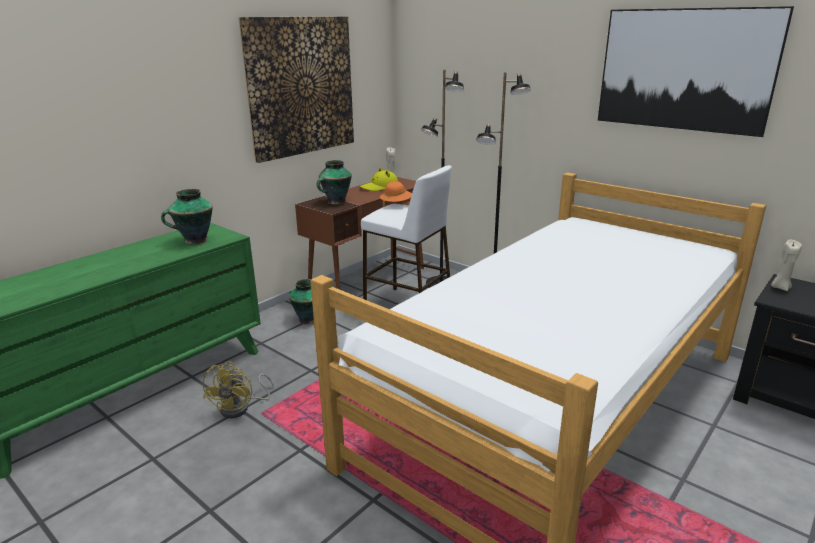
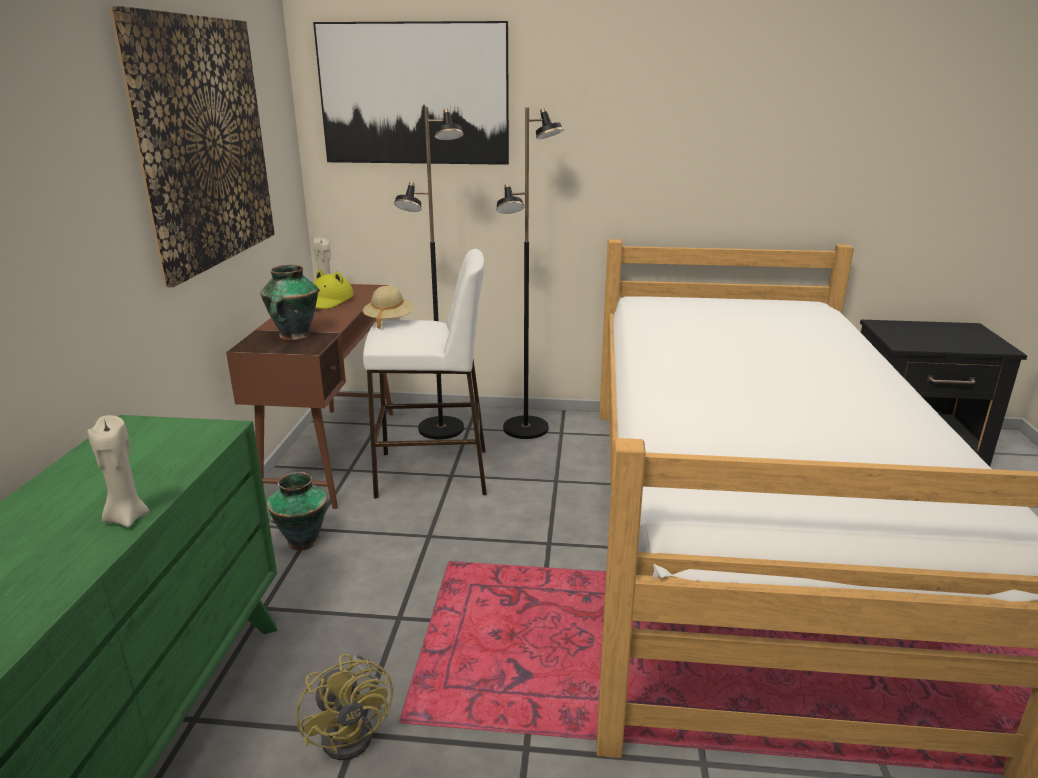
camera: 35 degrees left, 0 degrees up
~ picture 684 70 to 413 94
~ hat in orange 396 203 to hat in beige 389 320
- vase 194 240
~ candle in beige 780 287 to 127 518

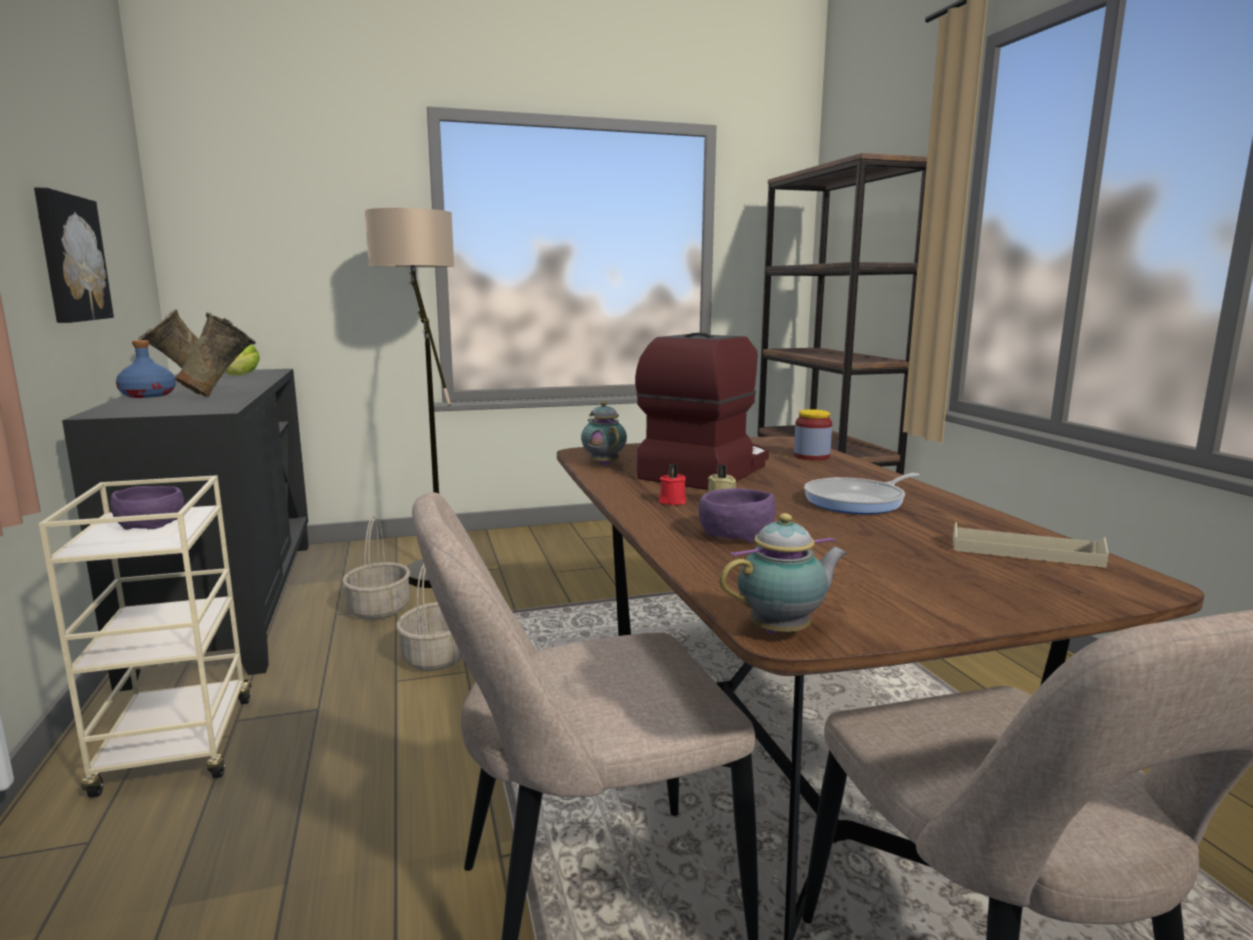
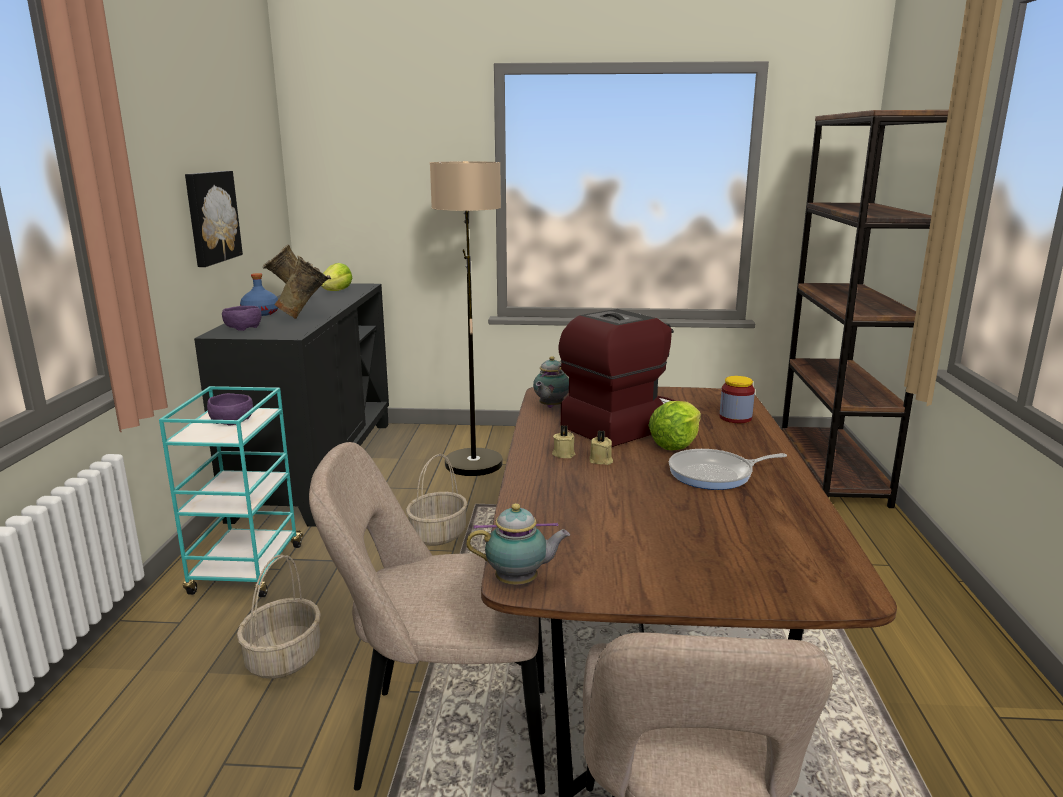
camera: 20 degrees right, 5 degrees up
~ teapot 603 464 = 550 407 150 degrees counterclockwise
~ candle in red 671 501 to candle in beige 563 454
~ cart in beige 177 747 to cart in turquoise 247 571
~ bowl in purple 734 535 to 242 327
~ basket 378 609 to 283 658
- tray in beige 1025 552
+ lettuce 675 444

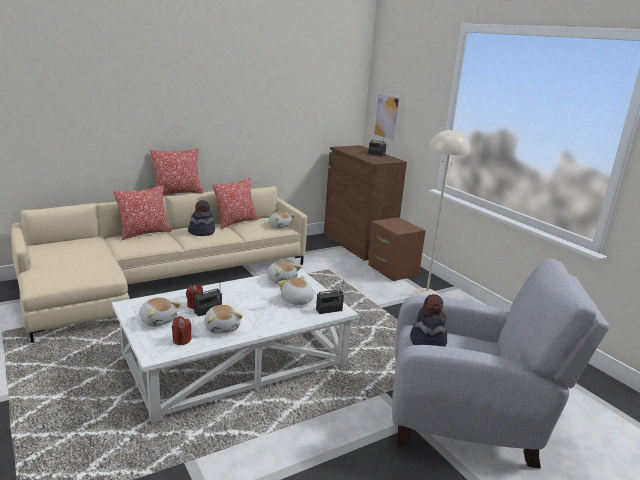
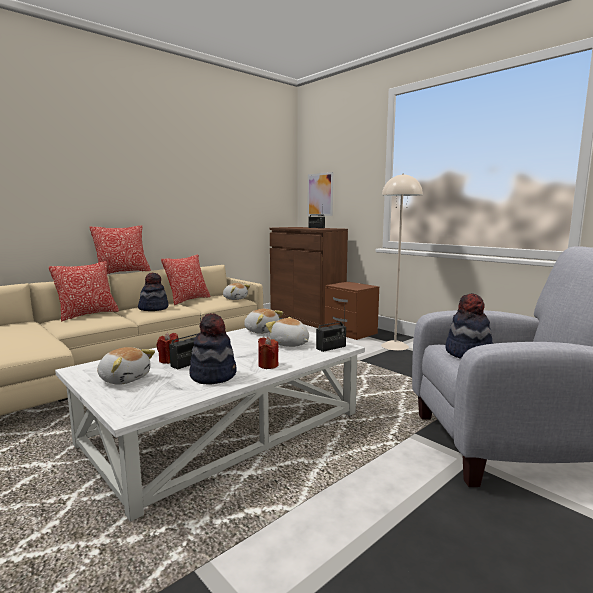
camera: 10 degrees left, 10 degrees down
~ plush toy 222 327 to hat 213 375
~ candle in red 181 340 to 268 365

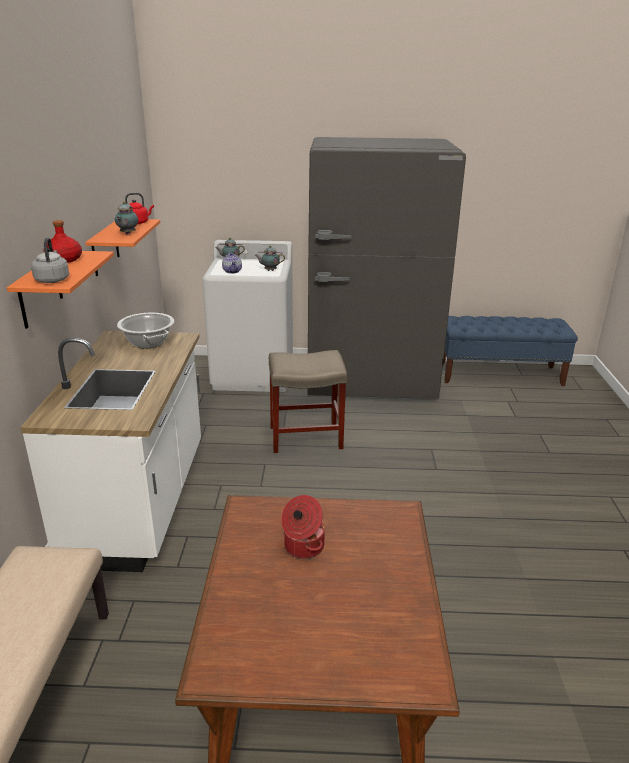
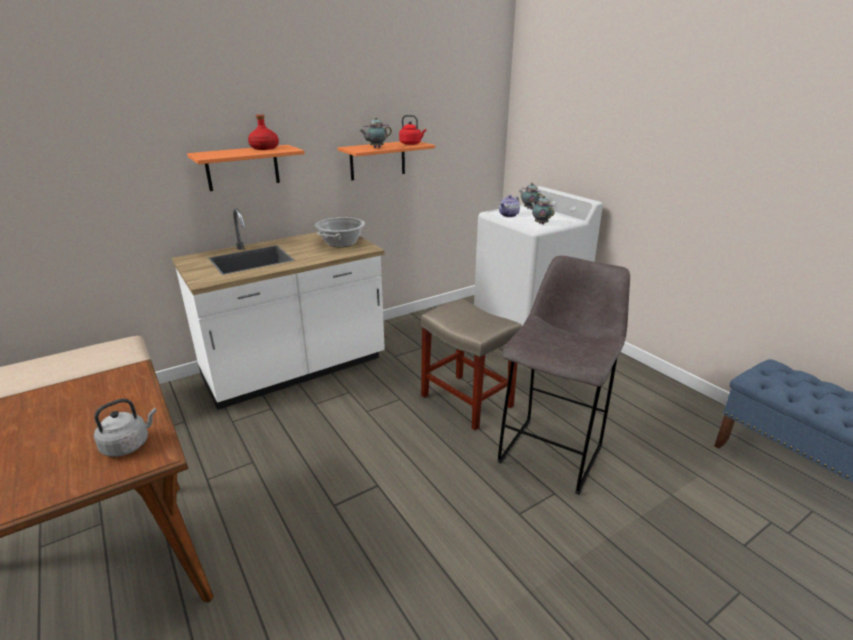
camera: 55 degrees right, 0 degrees up
- fridge in grey 370 381
~ kettle in grey 52 279 to 128 445
- cooking pot 303 546
+ stool in grey 552 452

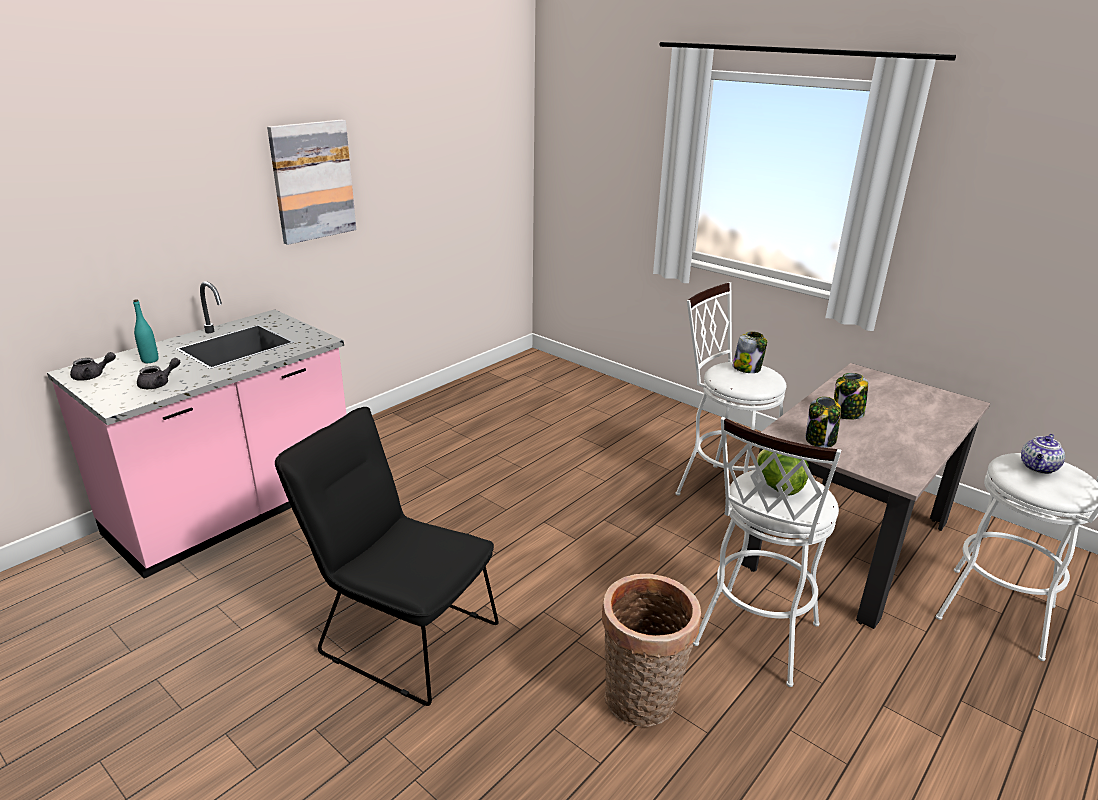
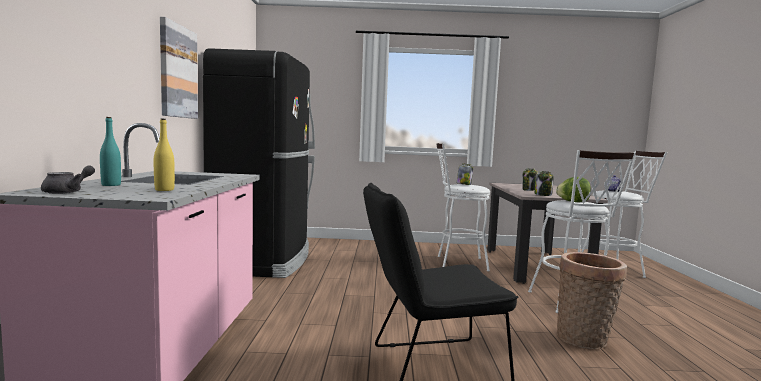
camera: 40 degrees left, 20 degrees down
~ teapot in grey 159 384 to bottle in yellow 164 190
+ fridge in black 265 260

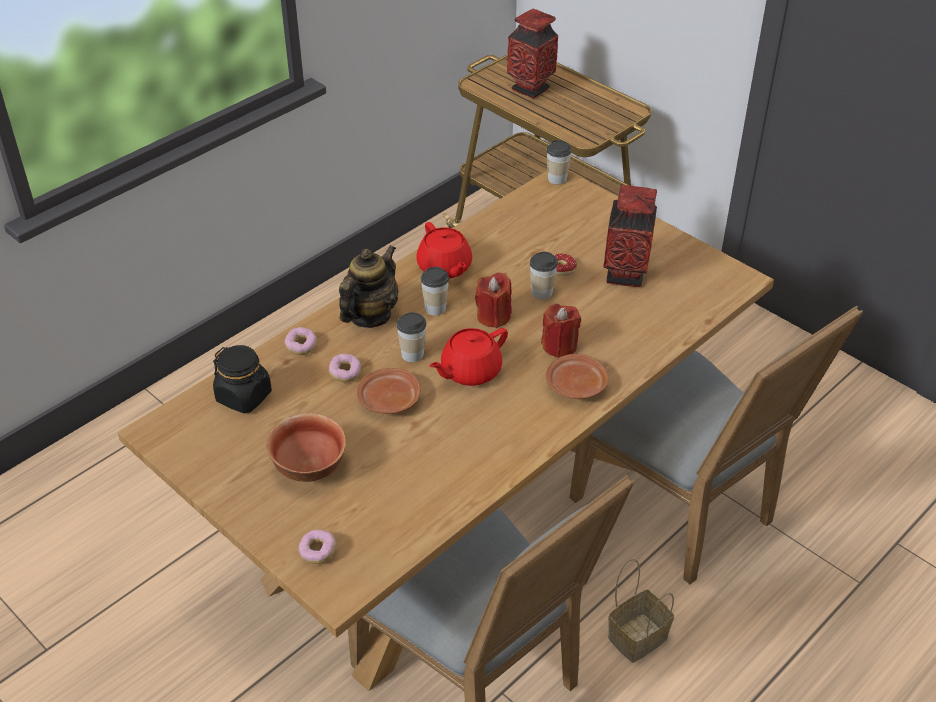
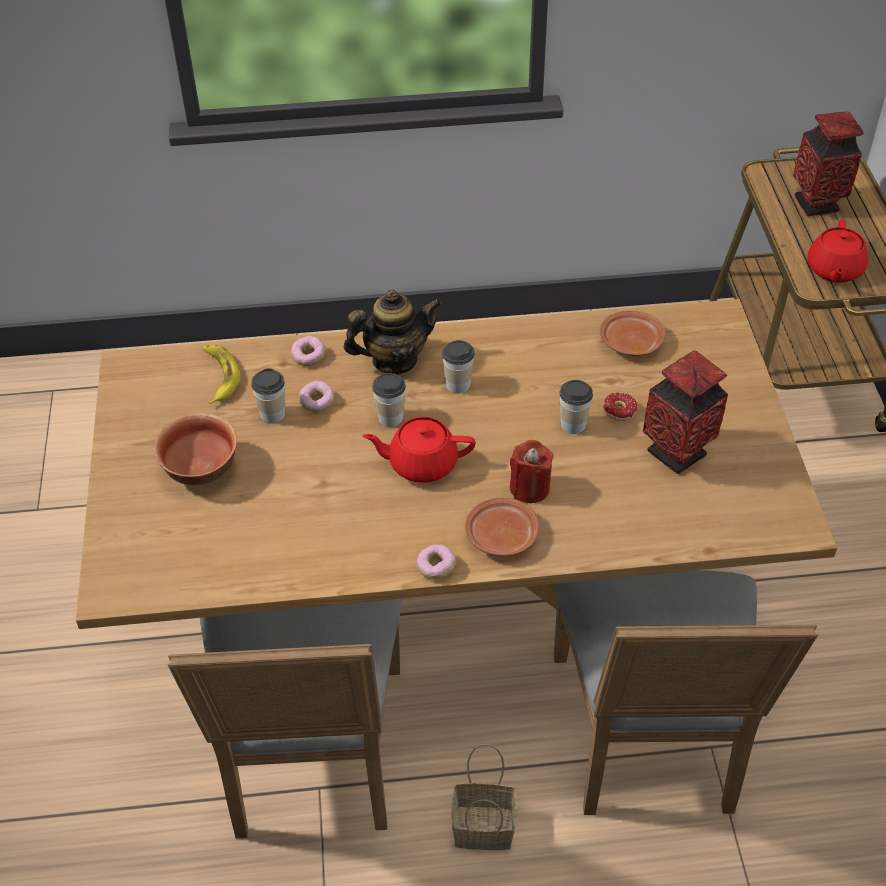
camera: 40 degrees right, 5 degrees up
~ cup 557 179 to 272 414
~ teapot in red 444 268 to 834 270
- candle in red 493 316
~ jar in black 244 396 to banana 219 376
~ plate in brown 389 400 to 630 342
~ donut 318 552 to 436 567

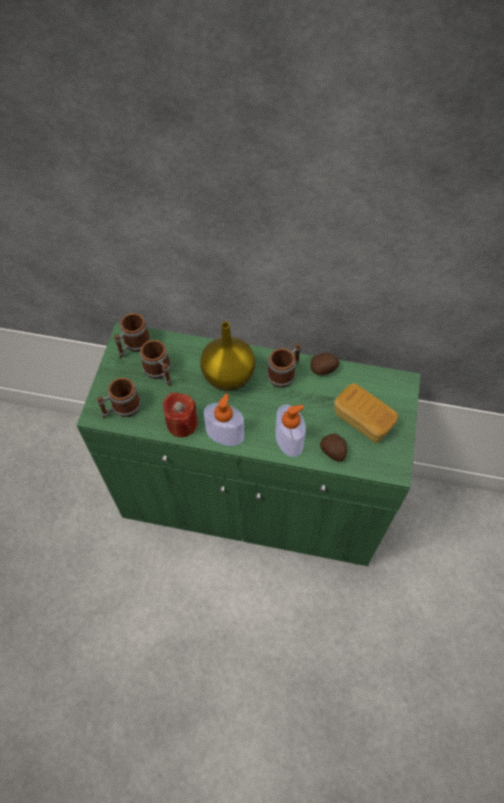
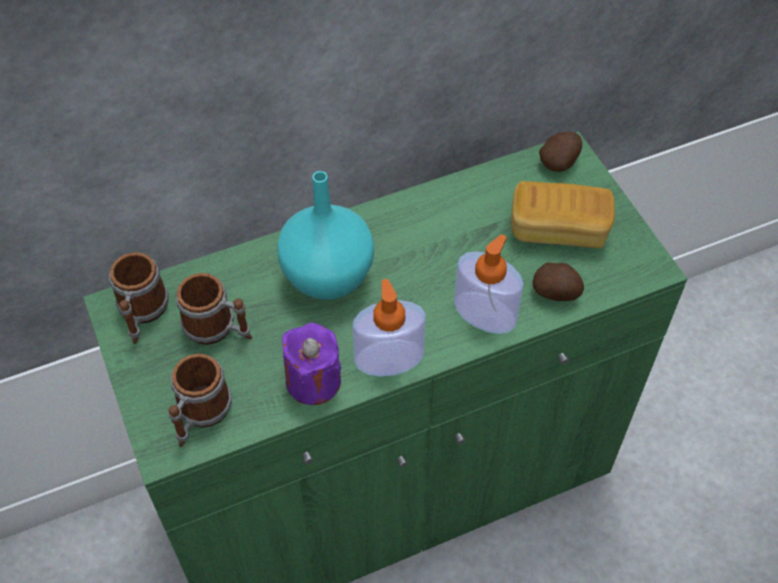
camera: 35 degrees left, 5 degrees down
~ vase in yellow 229 377 to vase in turquoise 329 276
- mug 284 373
~ potato 324 369 to 560 162
~ candle in red 182 424 to candle in purple 313 381

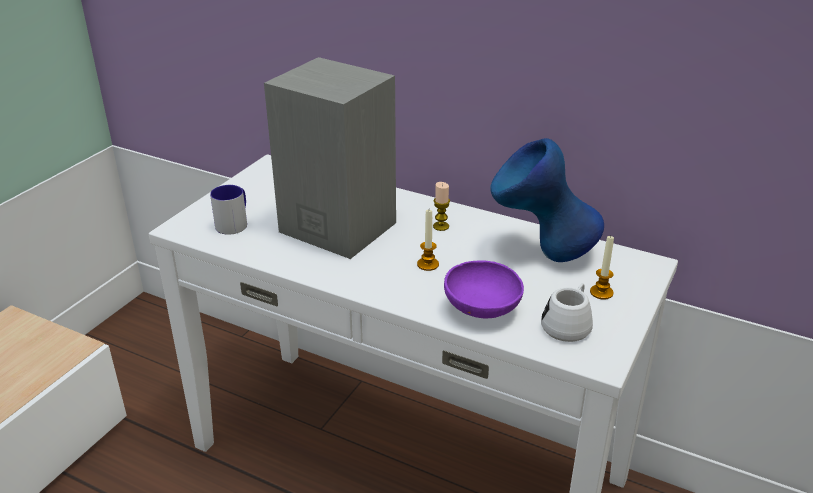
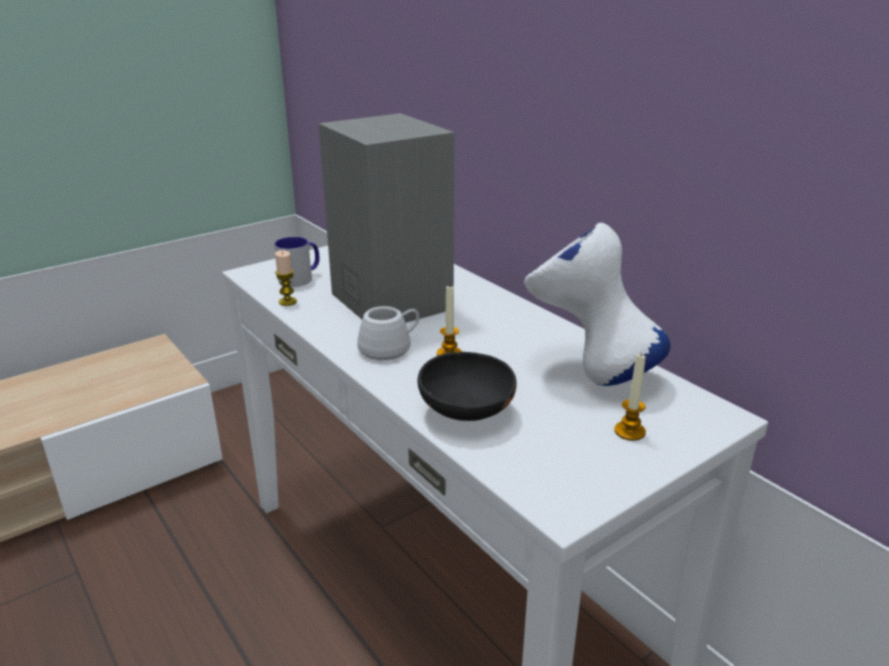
camera: 25 degrees right, 5 degrees down
~ vase in blue 541 254 to vase in white 588 374
~ candle 441 226 to 287 302
~ bowl in purple 482 311 to bowl in black 466 413
~ mug in white 568 324 to 390 347

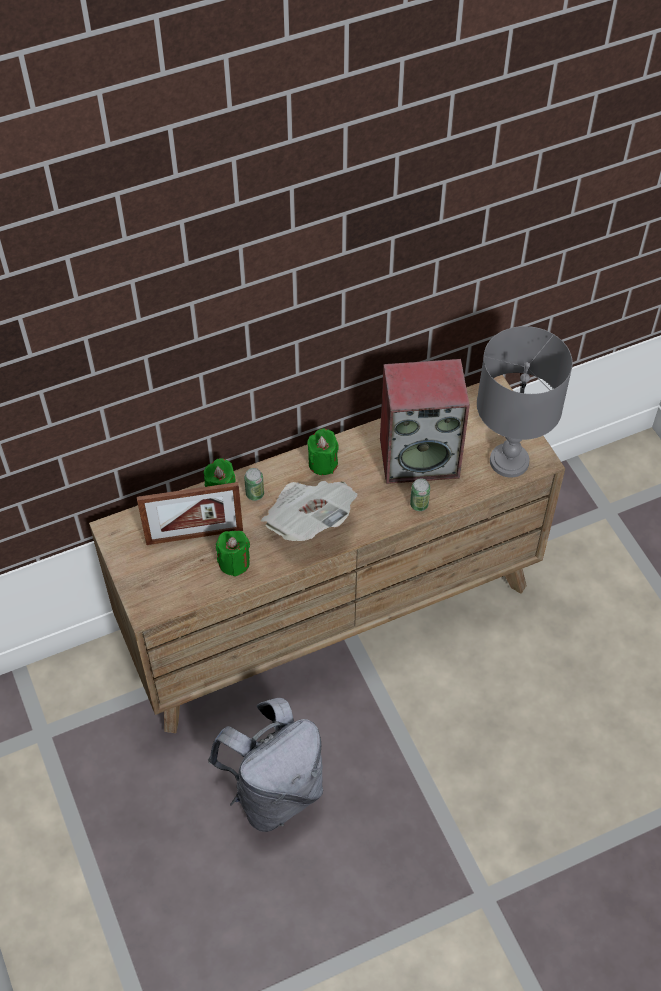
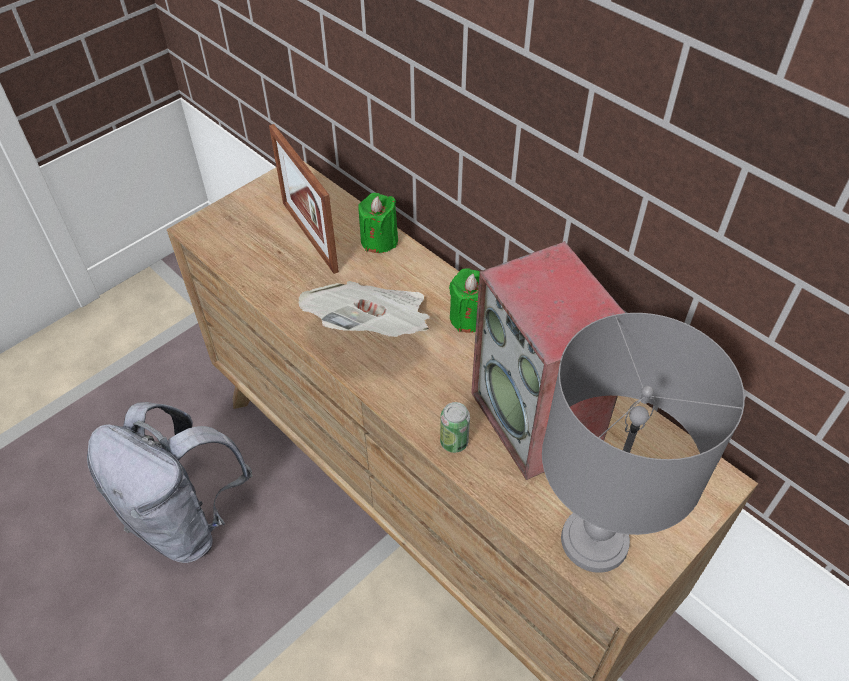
camera: 70 degrees right, 5 degrees down
- can 255 494
- candle in green 234 562

